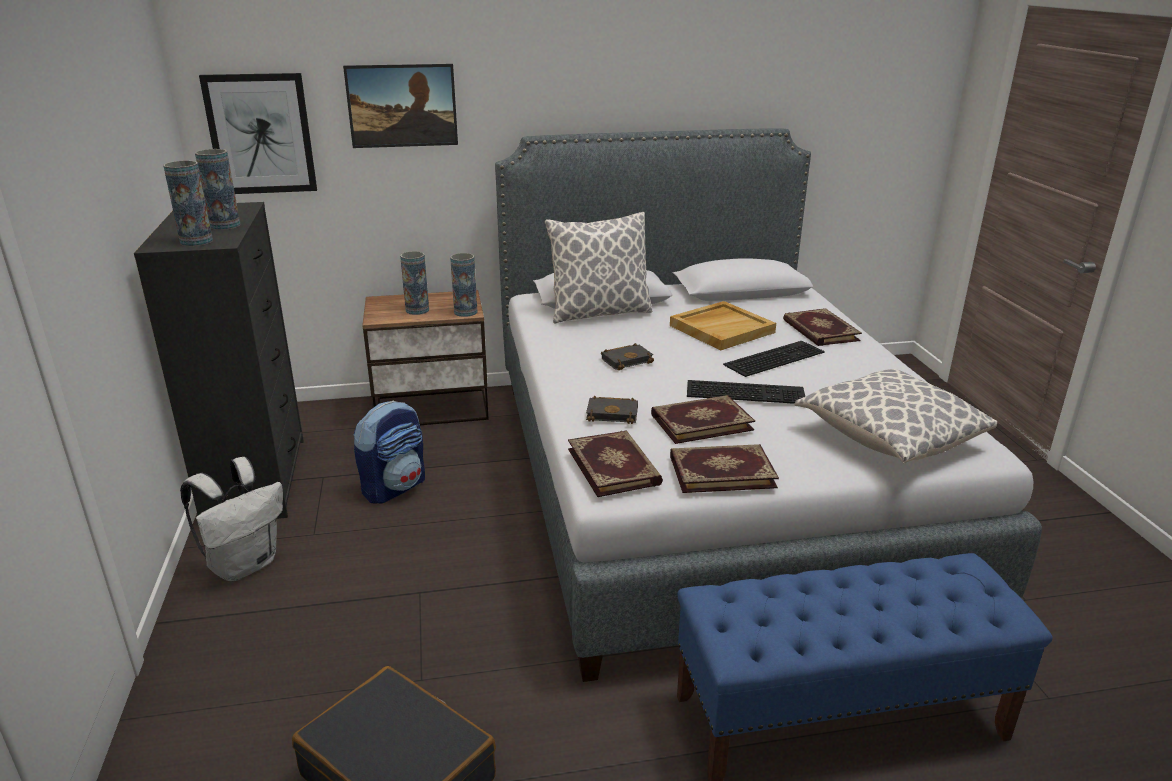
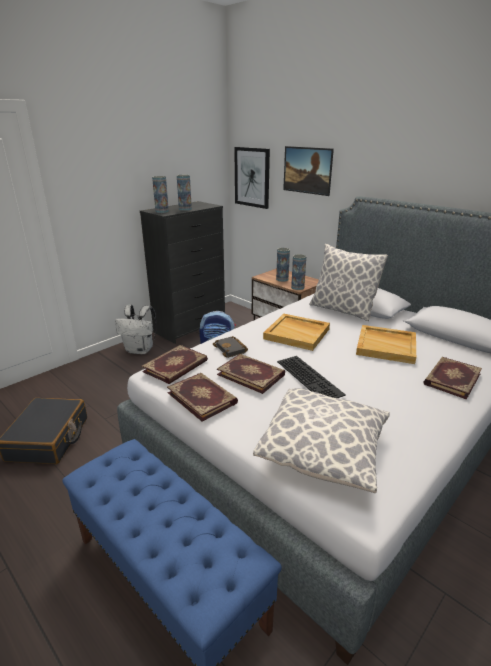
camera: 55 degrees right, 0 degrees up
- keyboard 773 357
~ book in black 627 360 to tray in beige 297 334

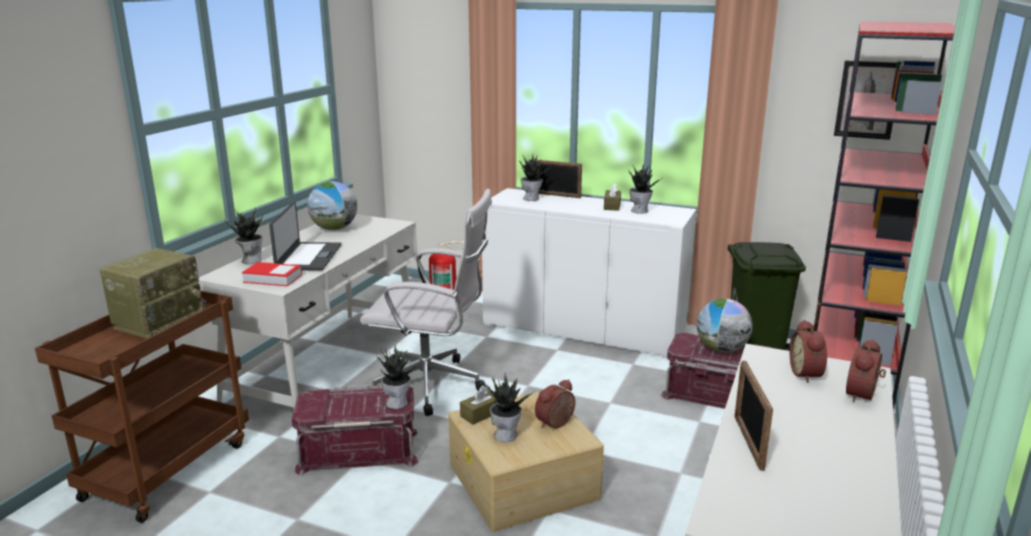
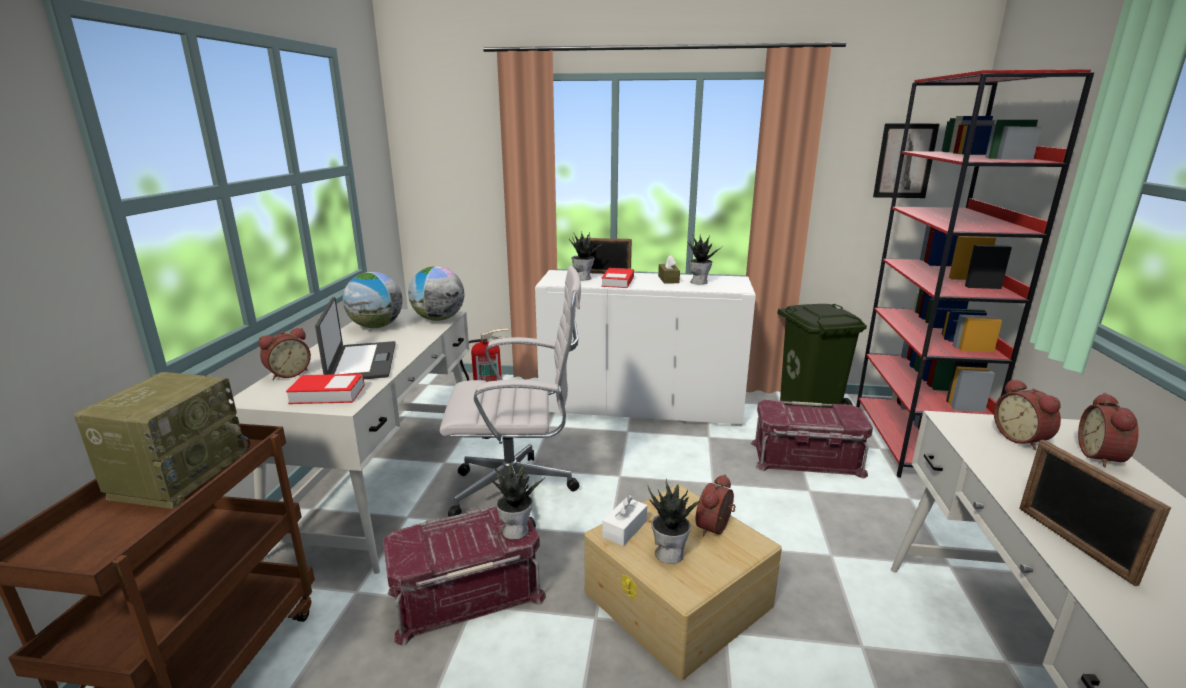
camera: 15 degrees left, 0 degrees up
~ potted plant 251 260 to alarm clock 288 373
~ globe 721 349 to 439 319
~ tissue box in brown 481 414 to tissue box in white 624 529
+ book 618 282

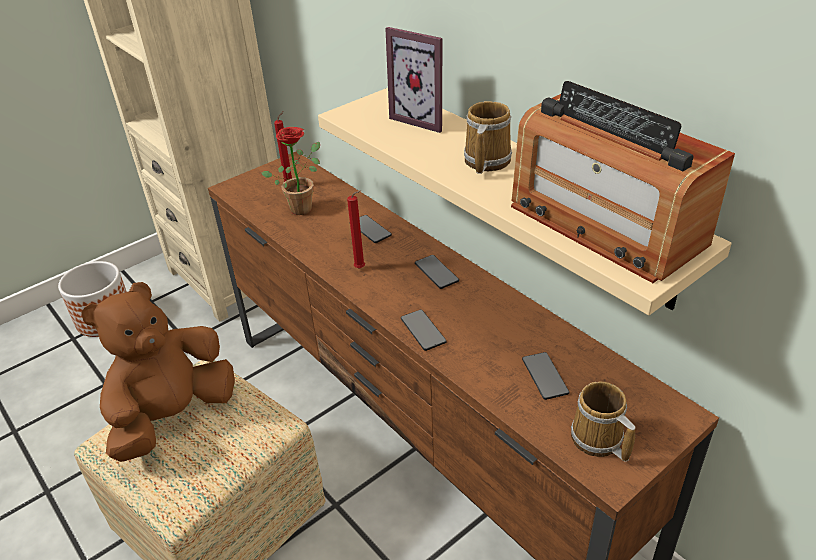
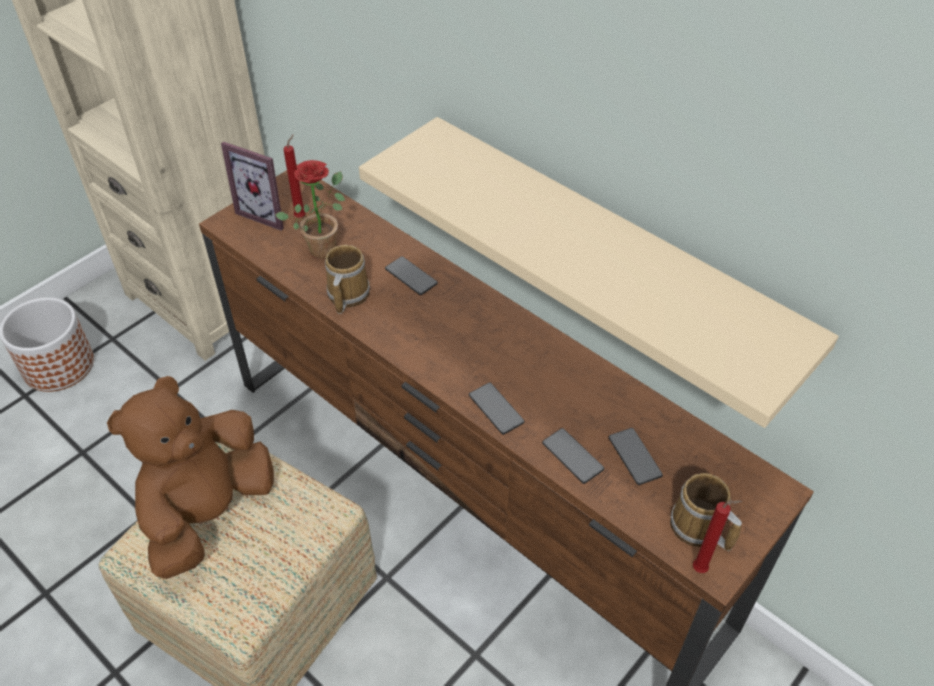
camera: 10 degrees left, 10 degrees up
~ picture frame 424 118 to 267 212
- radio 604 224
~ mug 485 161 to 346 295
~ candle in red 361 268 to 702 569
~ phone 436 272 to 572 456

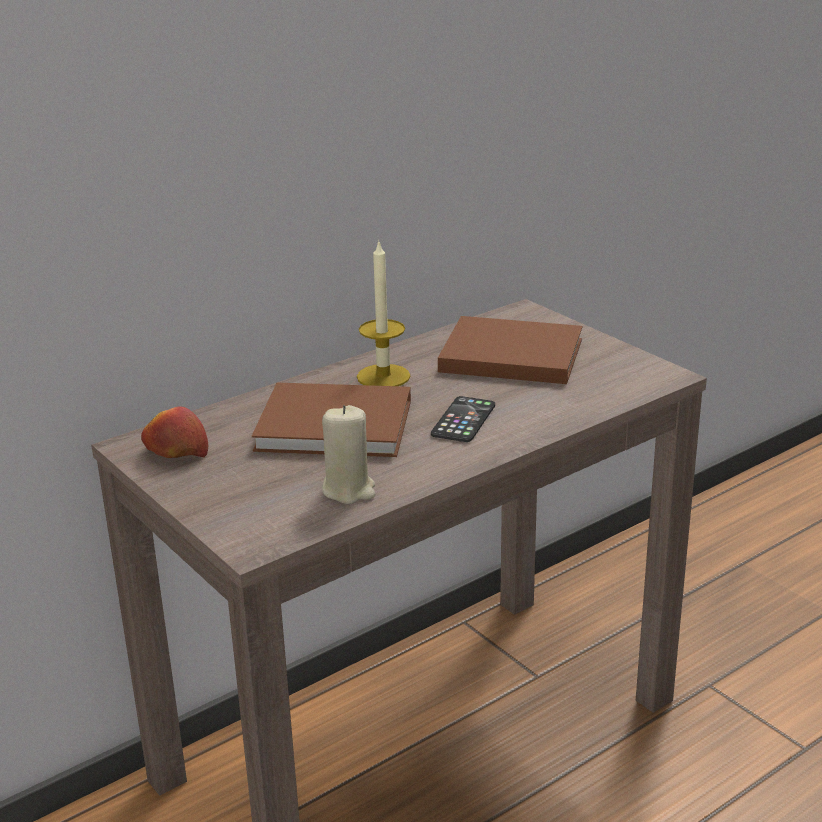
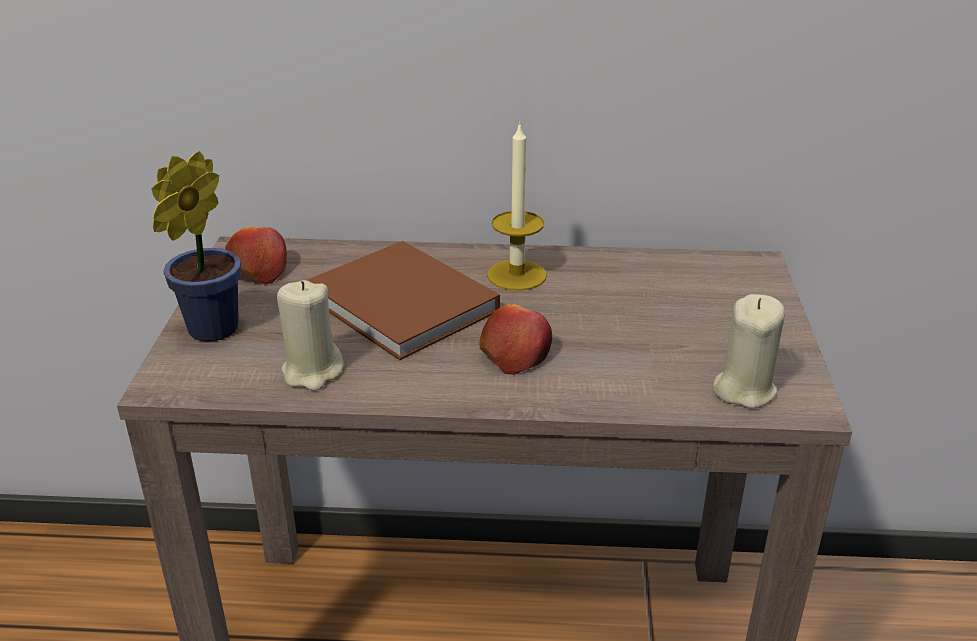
camera: 40 degrees right, 5 degrees up
- book in brown 506 355
~ phone 463 420 to apple 514 353
+ potted plant 207 332
+ candle in beige 744 389

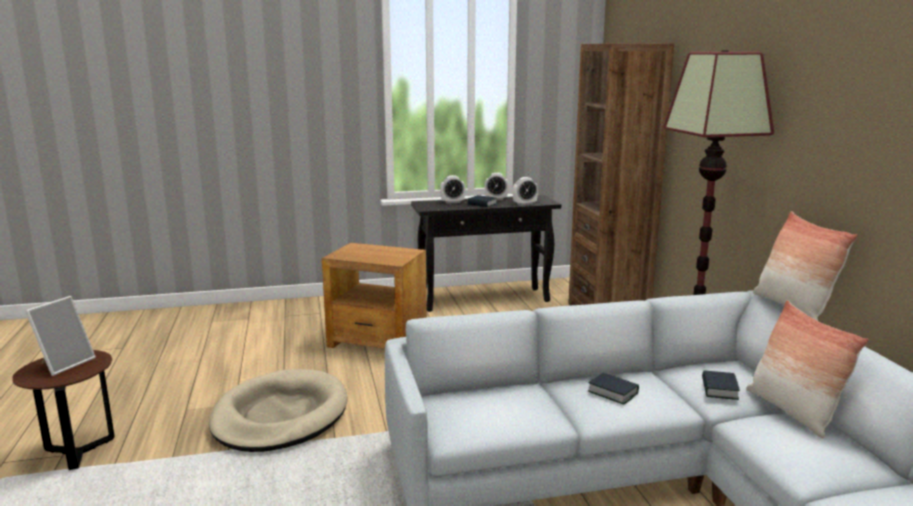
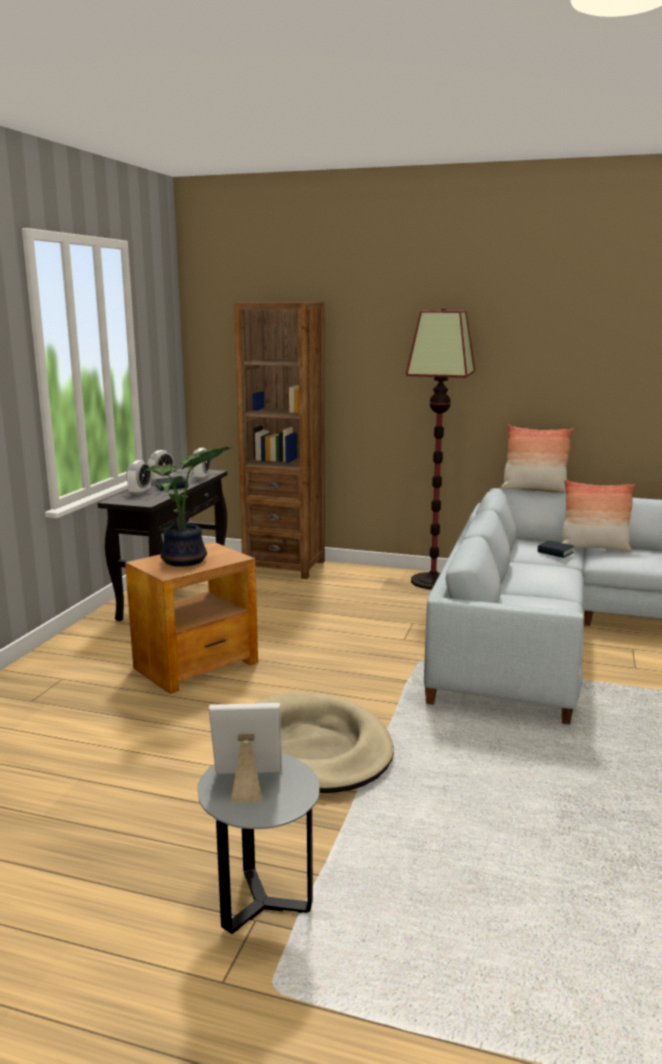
camera: 60 degrees left, 0 degrees up
~ picture frame 65 363 = 247 784 60 degrees counterclockwise
~ side table in brown 78 453 to side table in grey 262 904
- book 612 392
+ potted plant 186 561

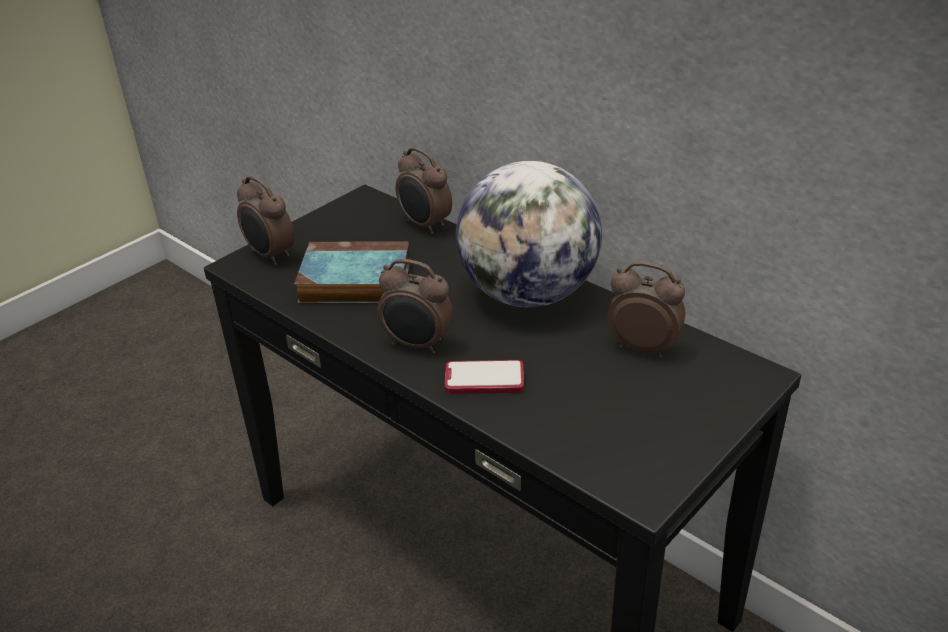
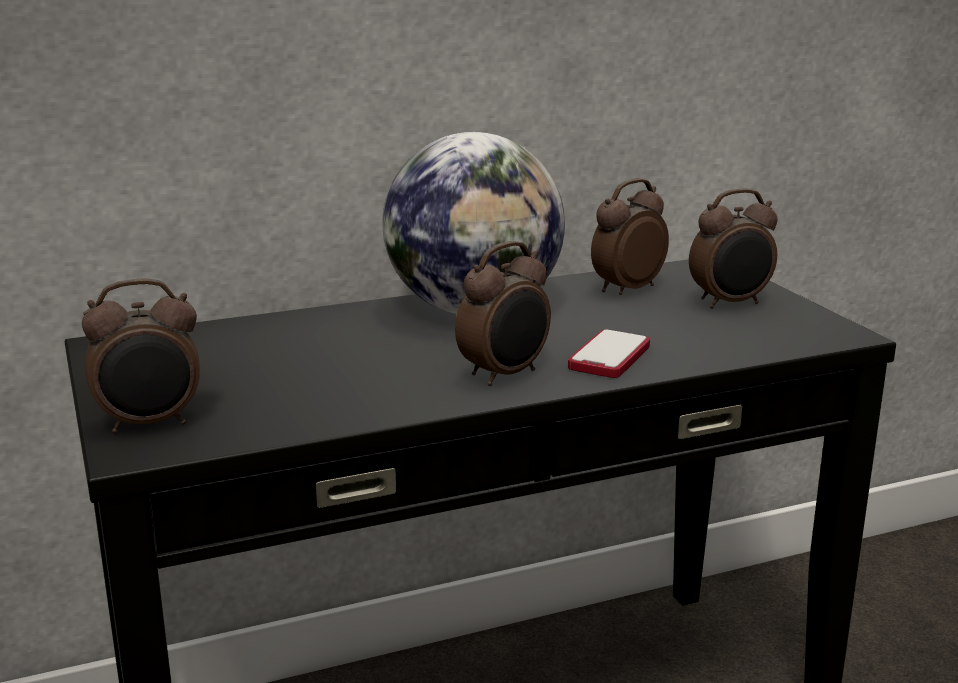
camera: 65 degrees left, 15 degrees down
~ alarm clock 425 225 to 730 303
- book 352 281

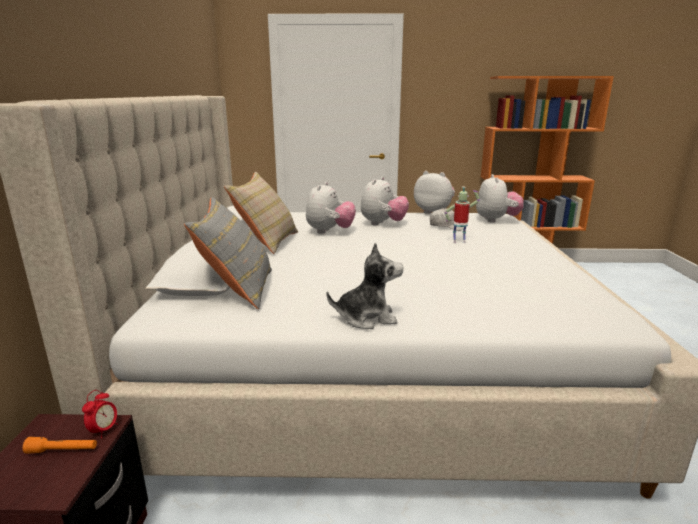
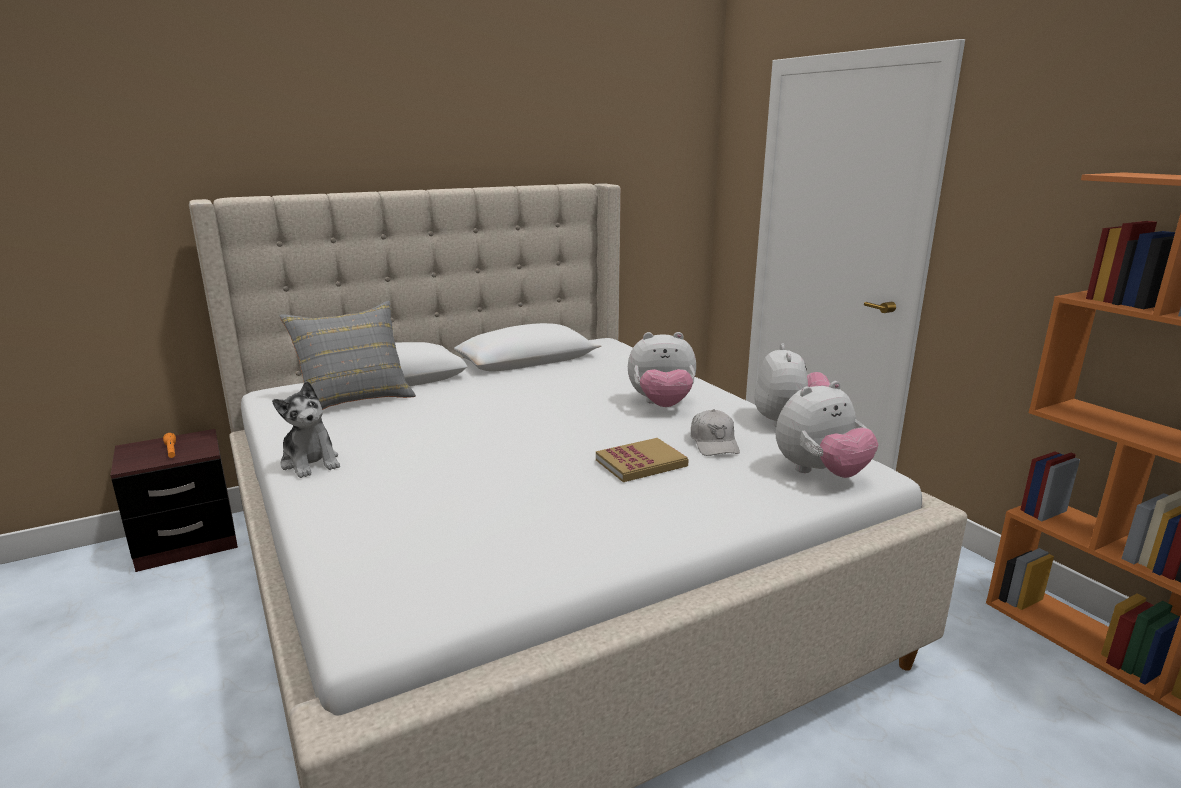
camera: 60 degrees right, 0 degrees up
- pillow in beige 267 242
- plush toy 329 231
~ toy robot 459 241 to book 641 463
- alarm clock 104 430

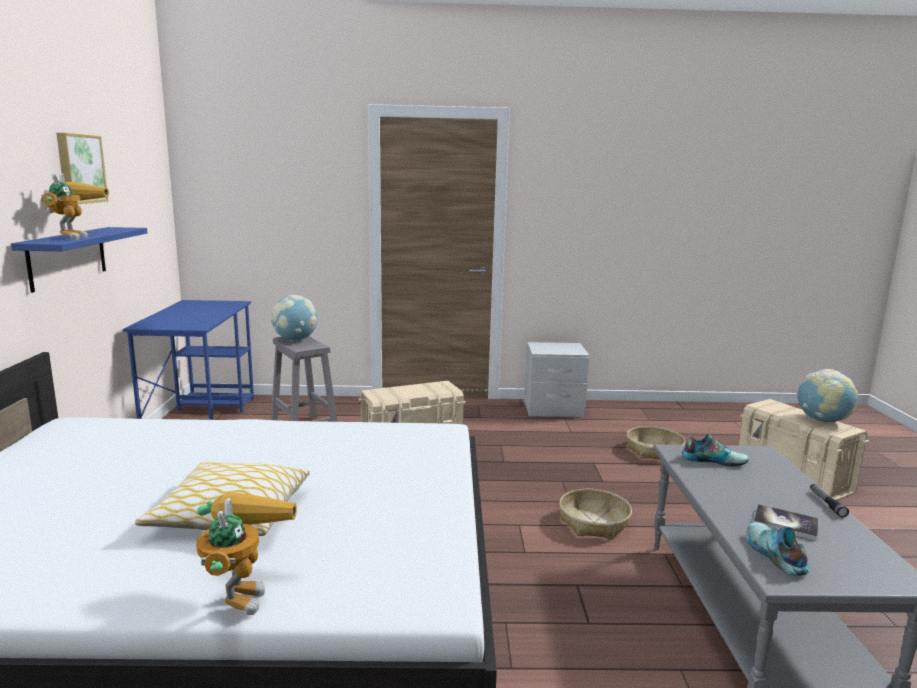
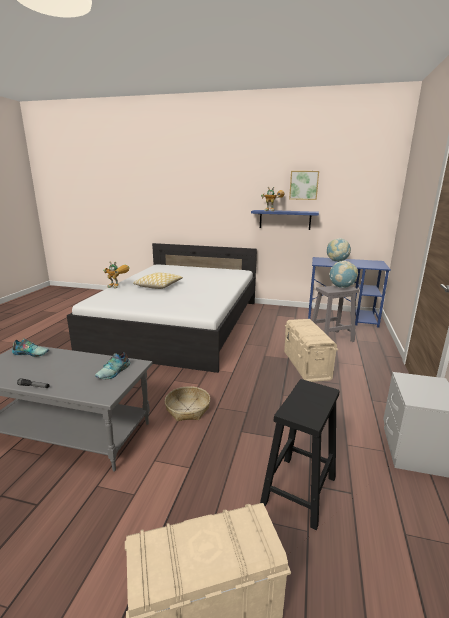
camera: 105 degrees right, 5 degrees up
~ globe 822 420 to 337 261
~ basket 654 451 to stool in black 299 491
- book 785 523

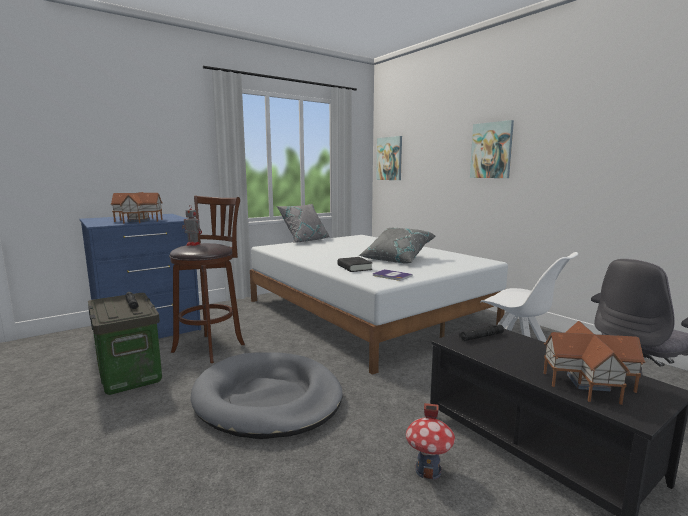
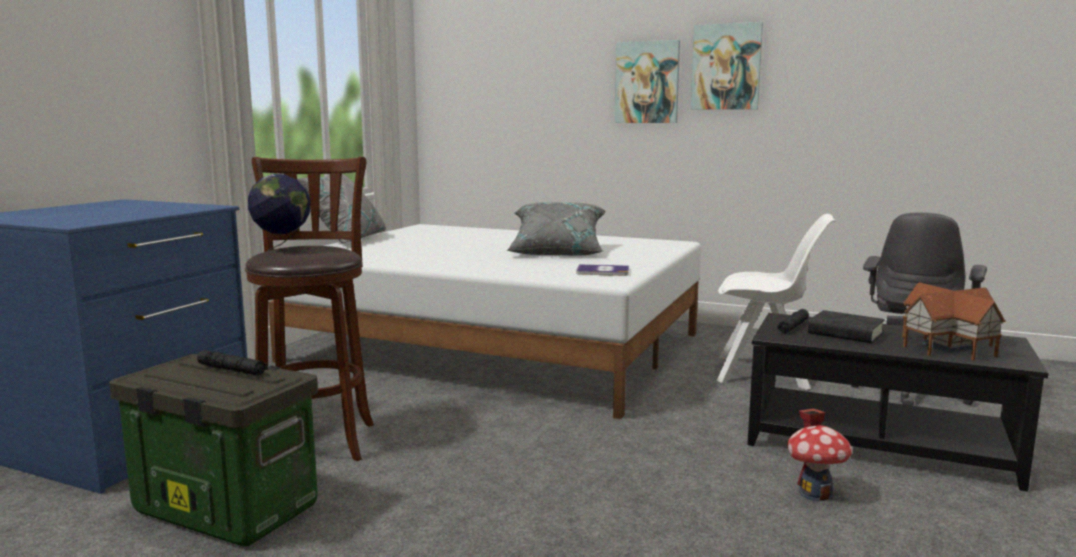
camera: 30 degrees left, 0 degrees up
~ picture 389 158 to 726 67
- toy house 138 220
~ toy robot 192 244 to globe 282 250
~ book in black 354 267 to 845 333
- dog bed in grey 268 398

